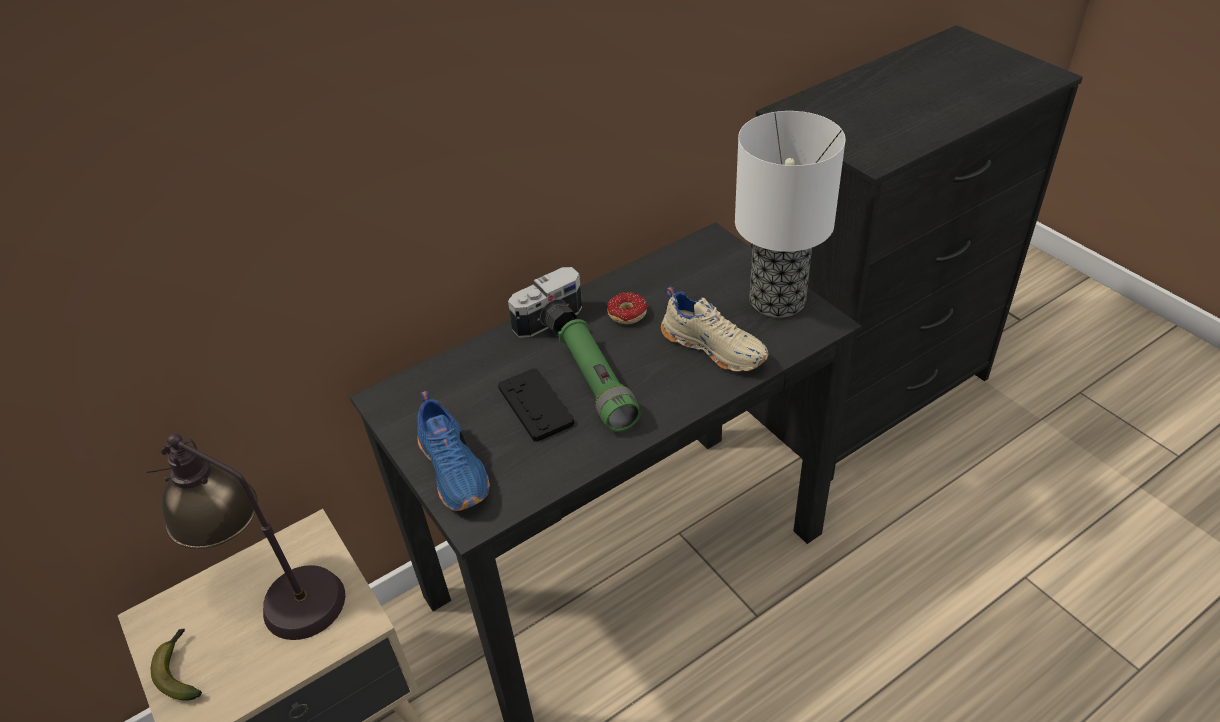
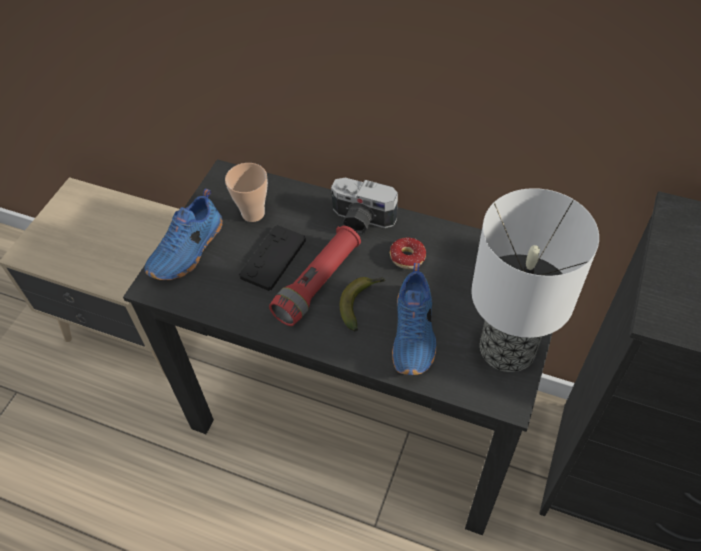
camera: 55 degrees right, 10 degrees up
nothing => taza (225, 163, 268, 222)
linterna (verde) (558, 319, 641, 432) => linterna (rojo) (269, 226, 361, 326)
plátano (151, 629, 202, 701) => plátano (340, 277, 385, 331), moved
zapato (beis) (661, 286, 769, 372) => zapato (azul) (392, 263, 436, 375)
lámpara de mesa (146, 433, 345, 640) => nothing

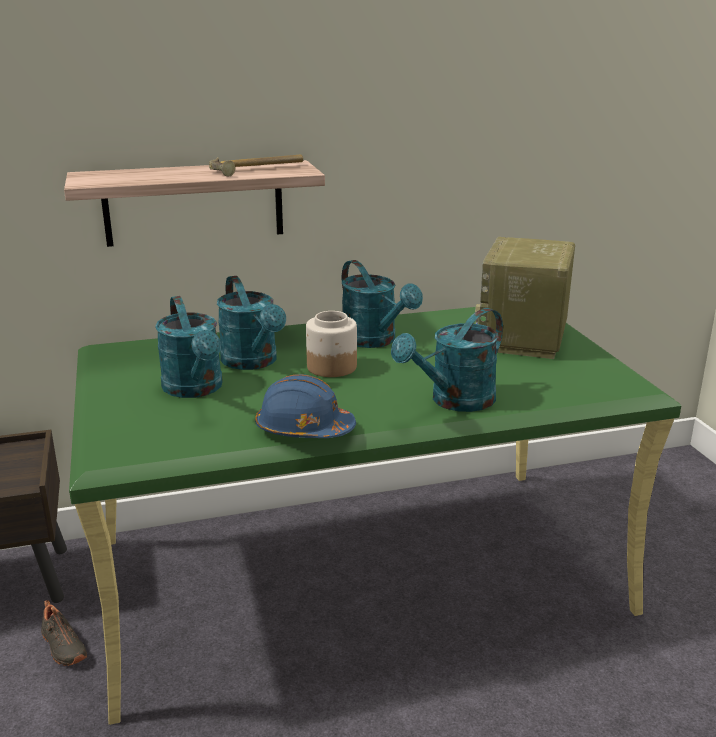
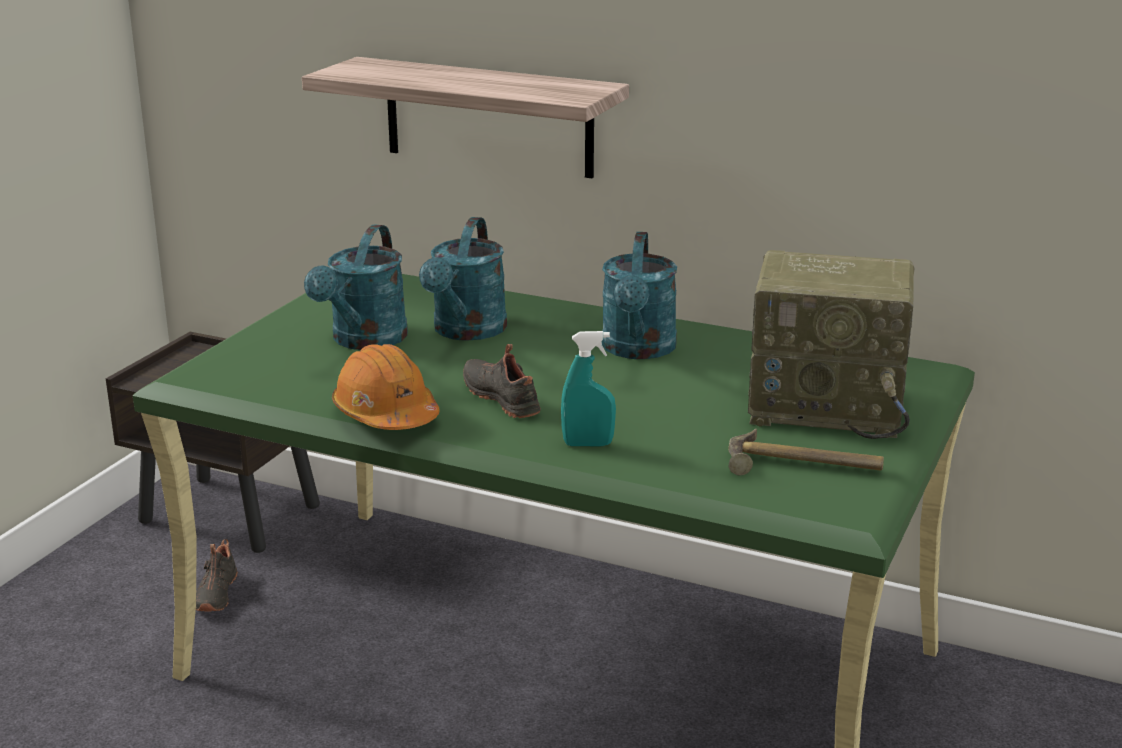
camera: 40 degrees right, 0 degrees up
casco (azul) (255, 374, 356, 438) => casco (naranja) (332, 344, 440, 430)
nothing => zapato (negro) (463, 344, 541, 418)
regadera (turquesa) (391, 308, 503, 412) => pulverizador (turquesa) (561, 331, 616, 446)
martillo (209, 155, 303, 177) => martillo (728, 429, 884, 475), moved
radio (475, 237, 575, 359) => radio (748, 250, 915, 439), 135 degrees counterclockwise
tarro (306, 311, 357, 377) => nothing

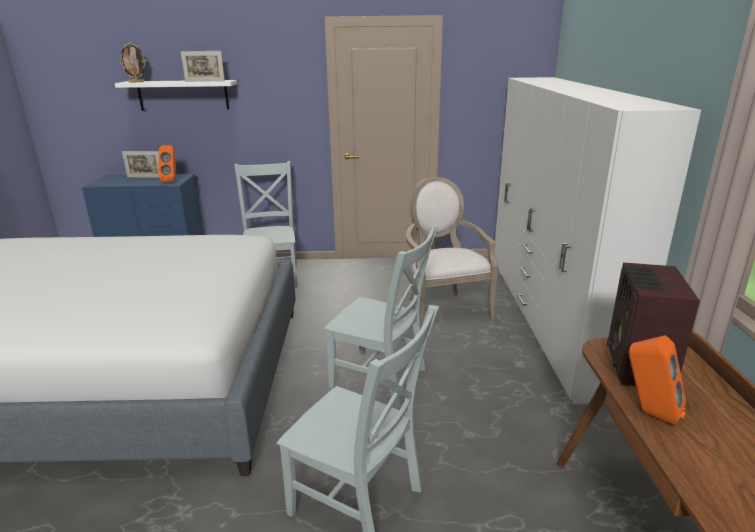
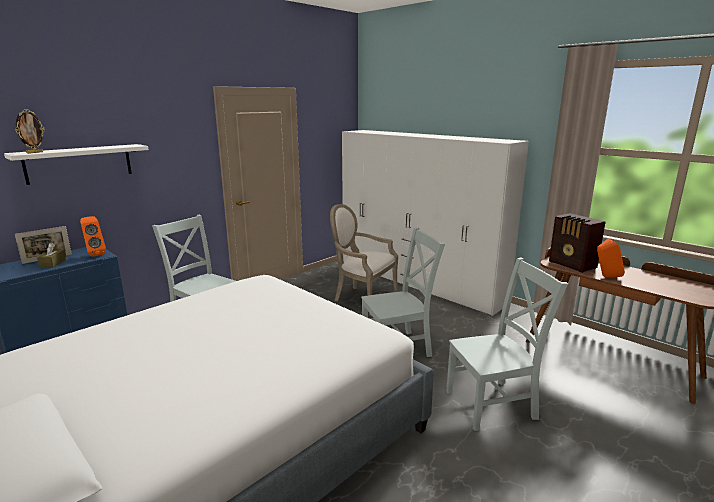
camera: 45 degrees left, 5 degrees down
nothing => caja de pañuelos (marrón) (37, 243, 67, 268)
portarretratos (180, 51, 225, 82) => nothing

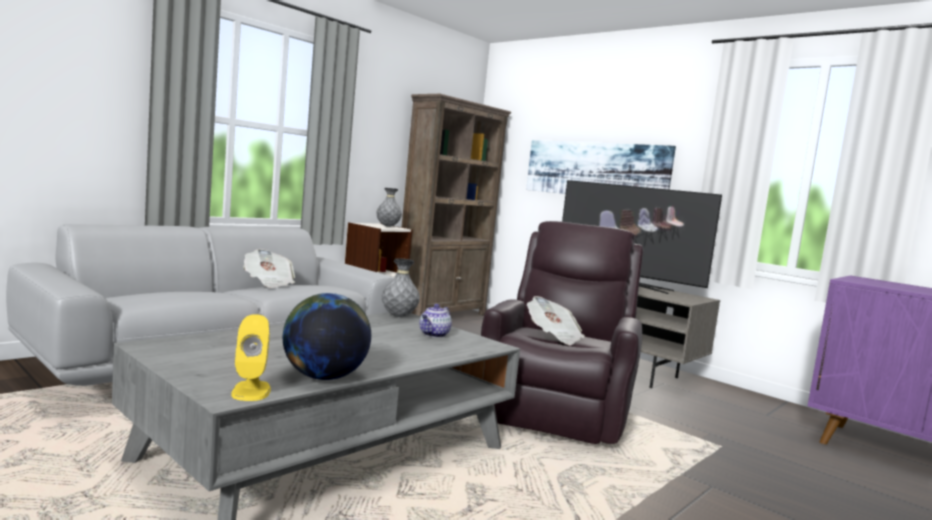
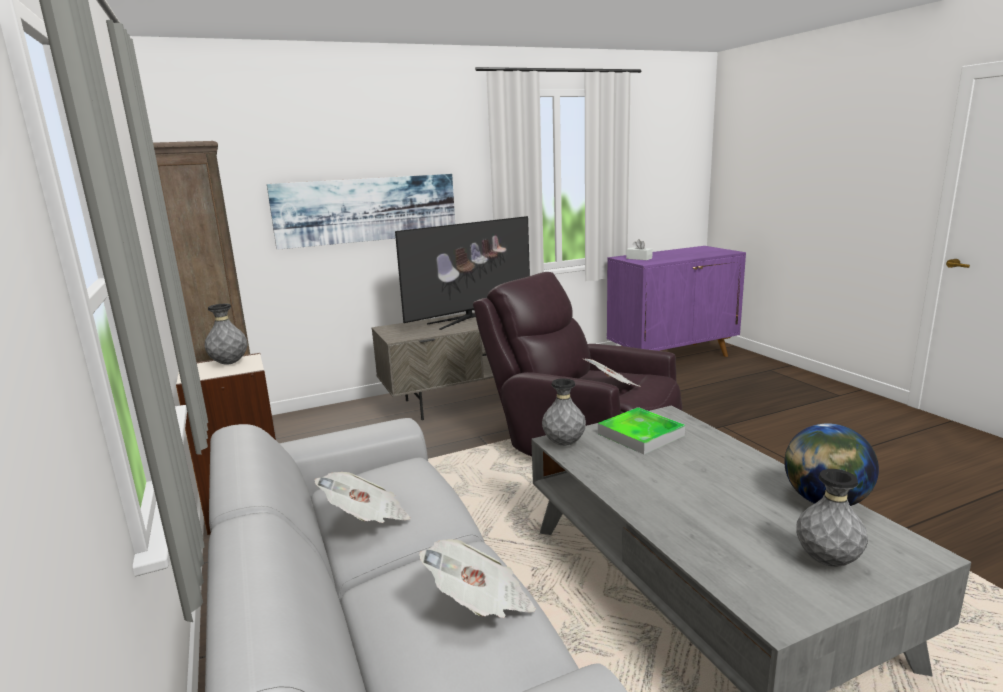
camera: 65 degrees left, 10 degrees up
nothing => periódico (419, 539, 536, 618)
tetera (419, 304, 452, 338) => bandeja (598, 407, 685, 454)
nothing => caja de pañuelos (blanco) (626, 239, 653, 260)
nothing => florero (gris) (796, 469, 868, 567)
altavoz (amarillo) (231, 314, 271, 401) => nothing

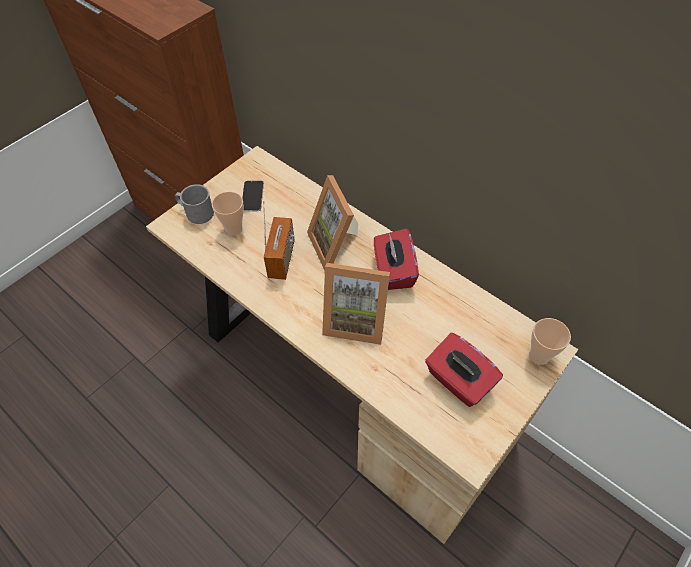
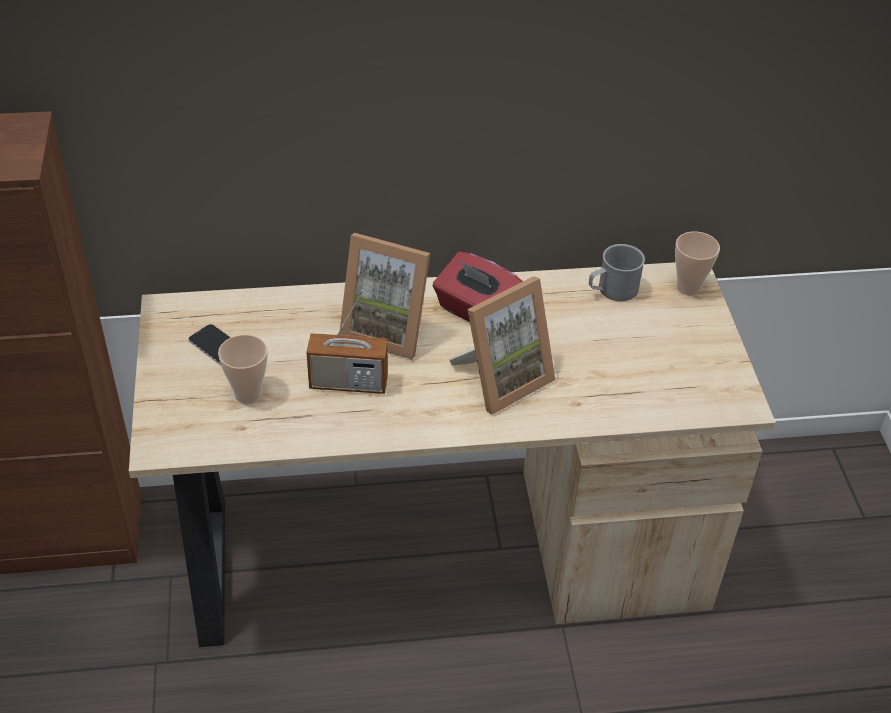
camera: 50 degrees left, 10 degrees down
radio (263, 201, 295, 280) => radio (306, 290, 388, 394), 135 degrees clockwise
taza grande (gris) (175, 184, 214, 224) => taza grande (gris) (589, 244, 645, 301), moved
caja de pañuelos (rojo) (425, 333, 503, 407) => nothing

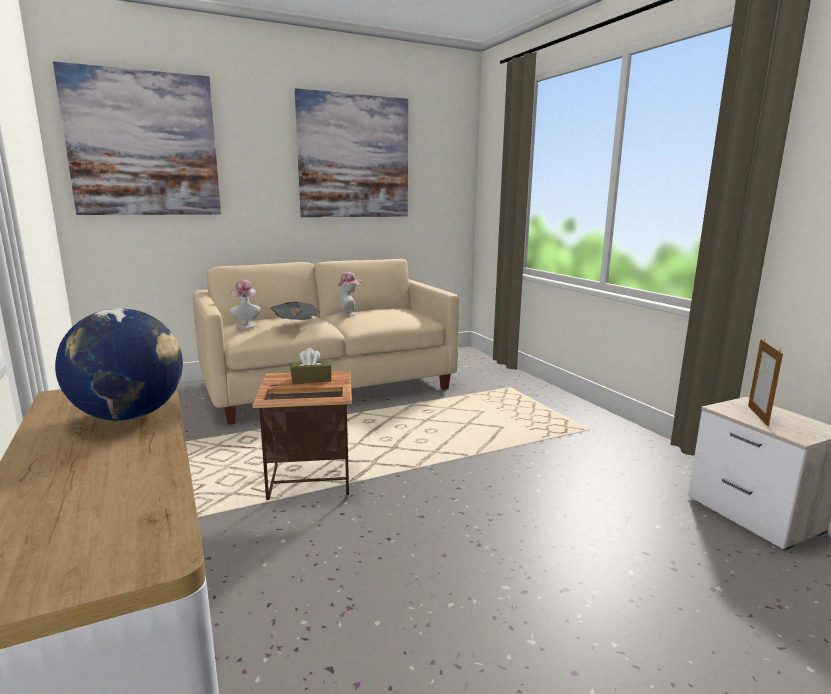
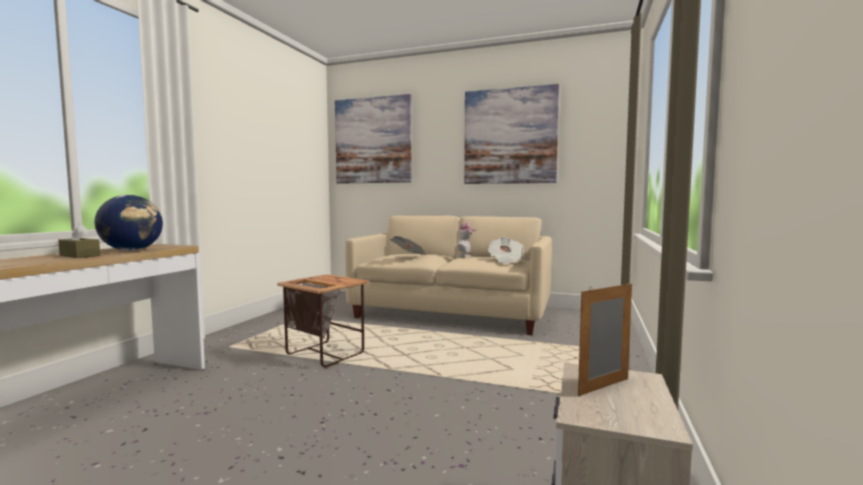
camera: 45 degrees right, 10 degrees down
caja de pañuelos (marrón) (291, 348, 331, 384) => caja de pañuelos (marrón) (58, 224, 100, 258), moved
nothing => periódico (487, 237, 524, 264)
sombrero (230, 280, 261, 329) => nothing

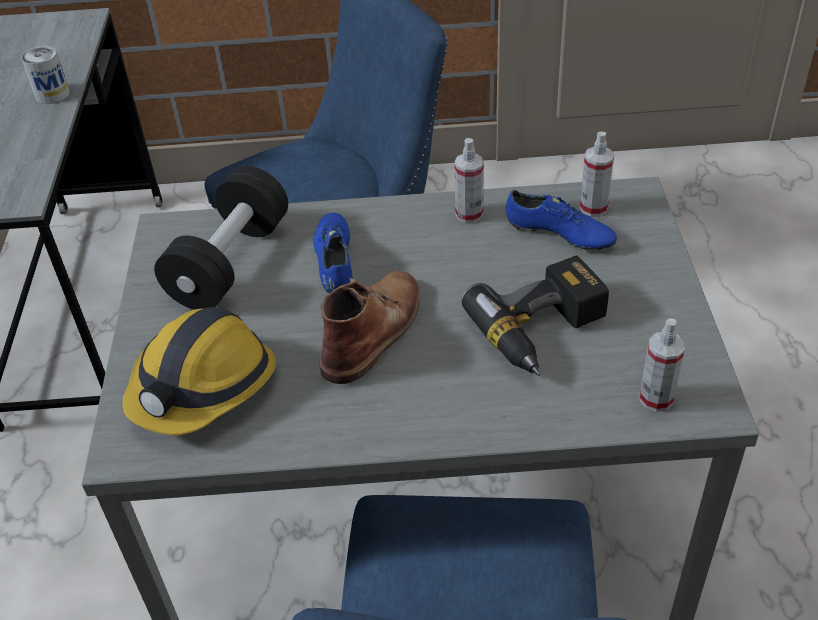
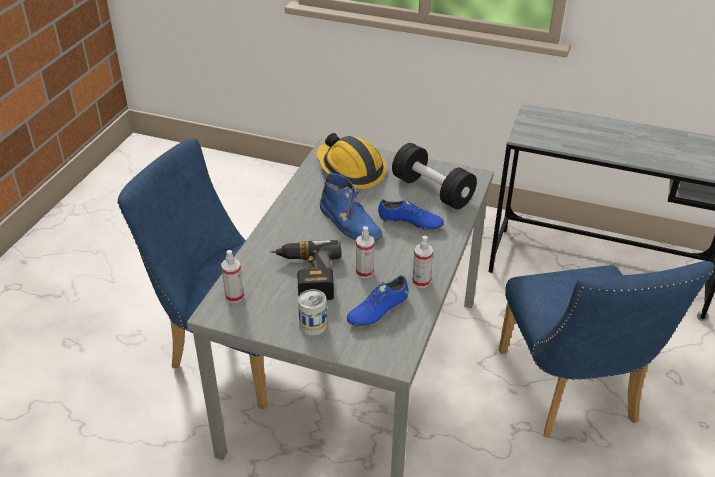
camera: 110 degrees right, 5 degrees down
lata (21, 46, 70, 104) => lata (298, 289, 327, 336), moved
bota (marrón) (319, 271, 420, 384) => bota (azul) (320, 173, 383, 241)
pulverizador (580, 132, 614, 216) => pulverizador (356, 226, 374, 278), moved

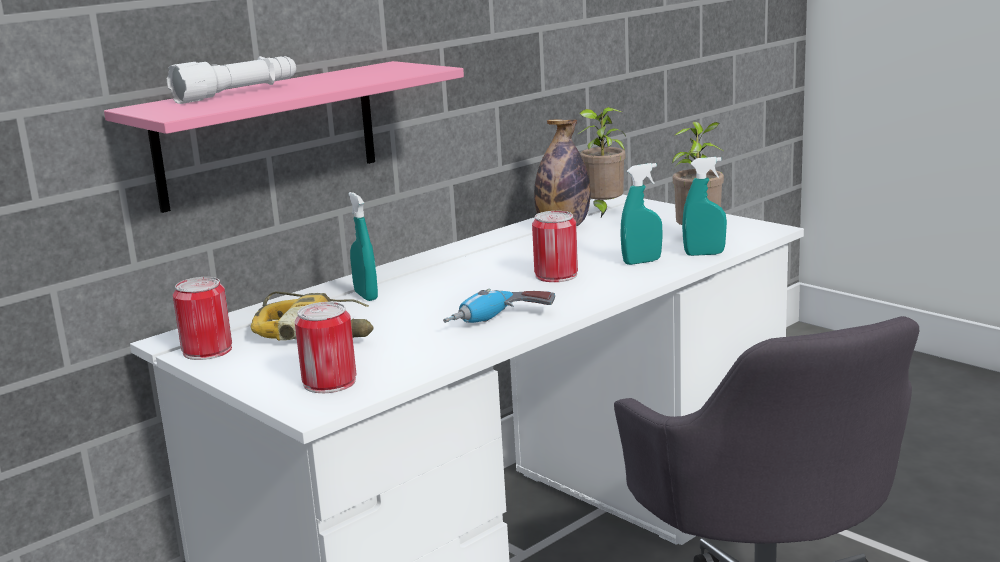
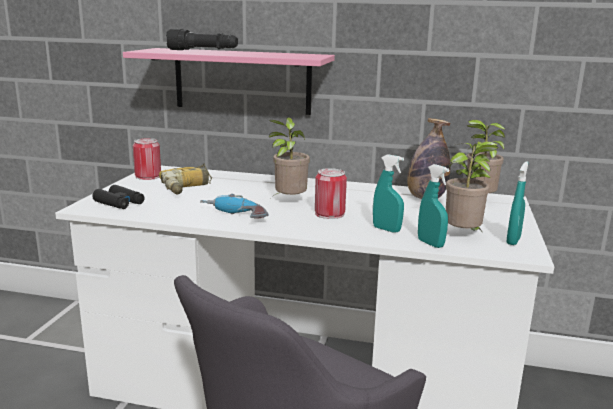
camera: 55 degrees right, 0 degrees up
lata (295, 302, 356, 393) => prismáticos (negro) (92, 185, 145, 209)
linterna (blanco) (167, 56, 296, 104) => linterna (negro) (166, 29, 238, 50)
nothing => planta en maceta (269, 117, 310, 198)
pulverizador (turquesa) (348, 192, 378, 301) => pulverizador (turquesa) (506, 161, 528, 245), moved

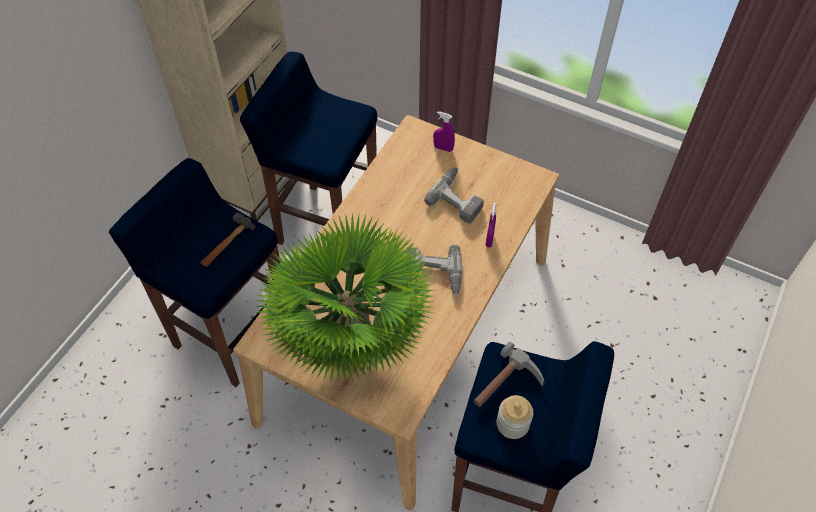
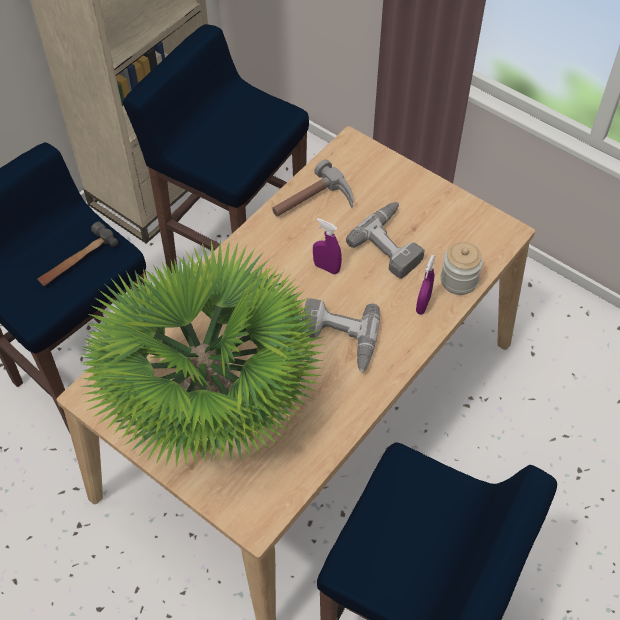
camera: 10 degrees right, 0 degrees up
martillo (474, 342, 544, 407) => martillo (272, 159, 353, 217), moved
pulverizador (morado) (433, 111, 455, 152) => pulverizador (morado) (313, 218, 342, 274), moved
tarro (497, 395, 533, 439) => tarro (441, 242, 483, 295), moved

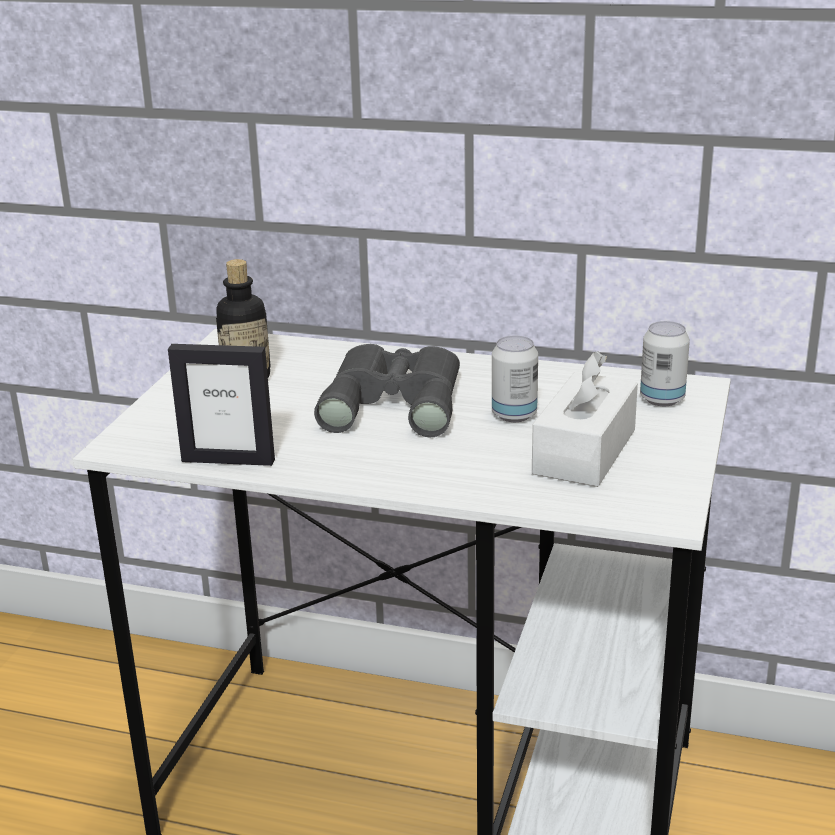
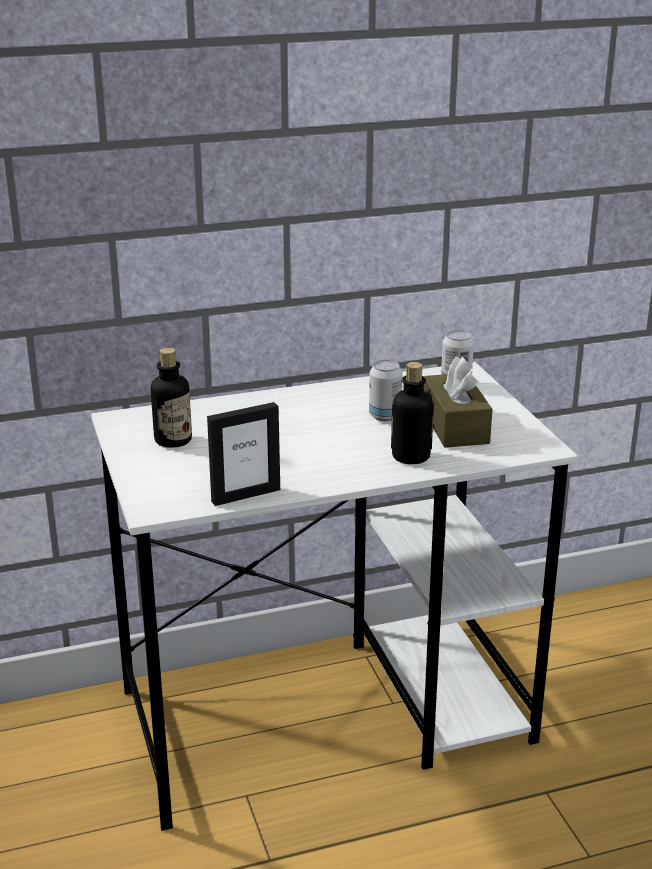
camera: 35 degrees left, 0 degrees up
nothing => botella (391, 362, 434, 464)
caja de pañuelos (blanco) (532, 351, 638, 487) => caja de pañuelos (marrón) (424, 357, 493, 448)
prismáticos (gris) (314, 344, 460, 438) => nothing

